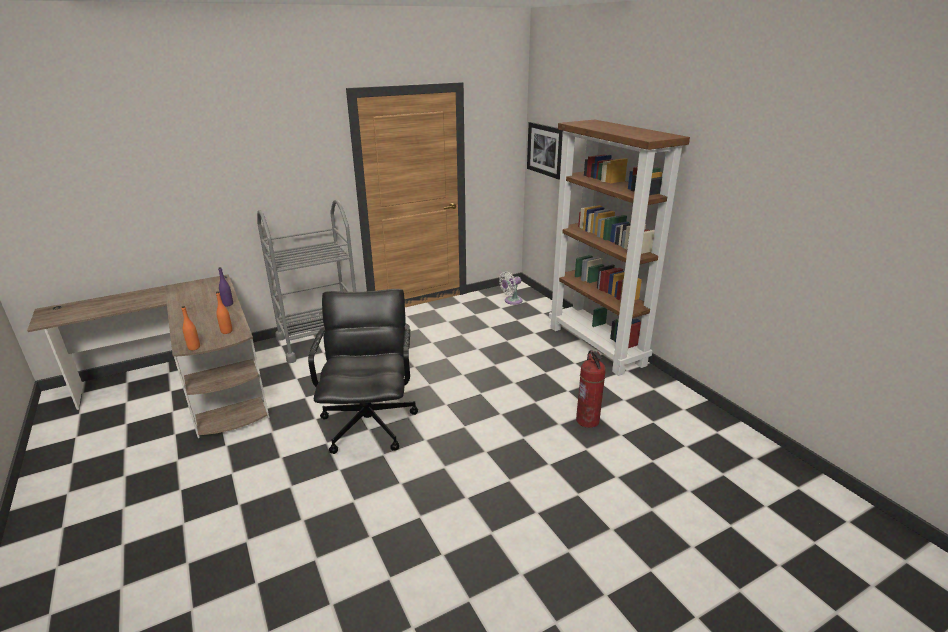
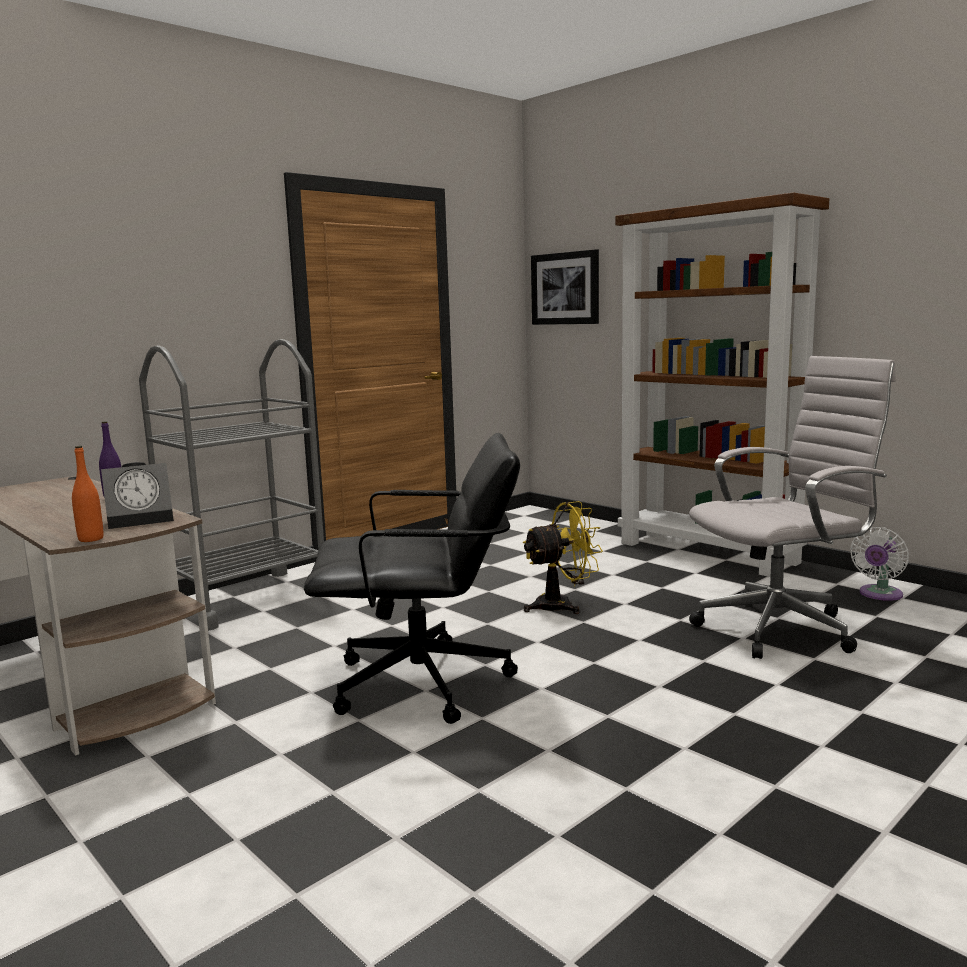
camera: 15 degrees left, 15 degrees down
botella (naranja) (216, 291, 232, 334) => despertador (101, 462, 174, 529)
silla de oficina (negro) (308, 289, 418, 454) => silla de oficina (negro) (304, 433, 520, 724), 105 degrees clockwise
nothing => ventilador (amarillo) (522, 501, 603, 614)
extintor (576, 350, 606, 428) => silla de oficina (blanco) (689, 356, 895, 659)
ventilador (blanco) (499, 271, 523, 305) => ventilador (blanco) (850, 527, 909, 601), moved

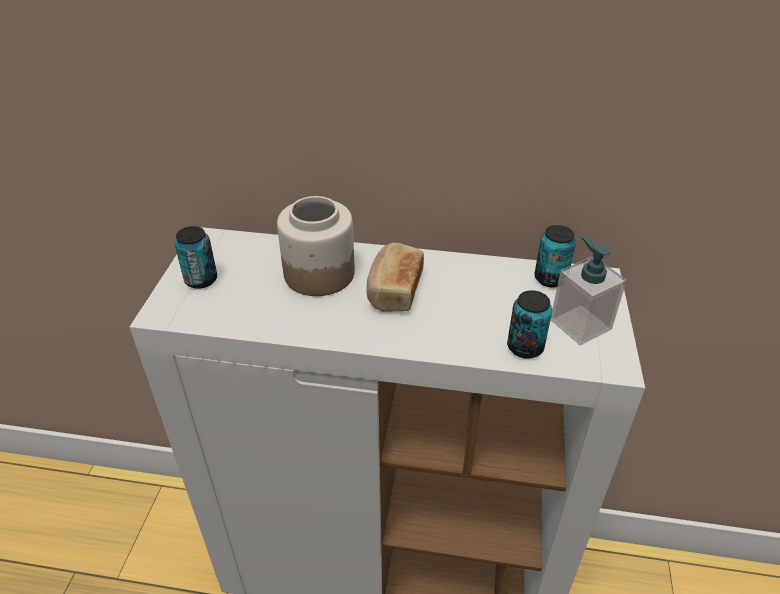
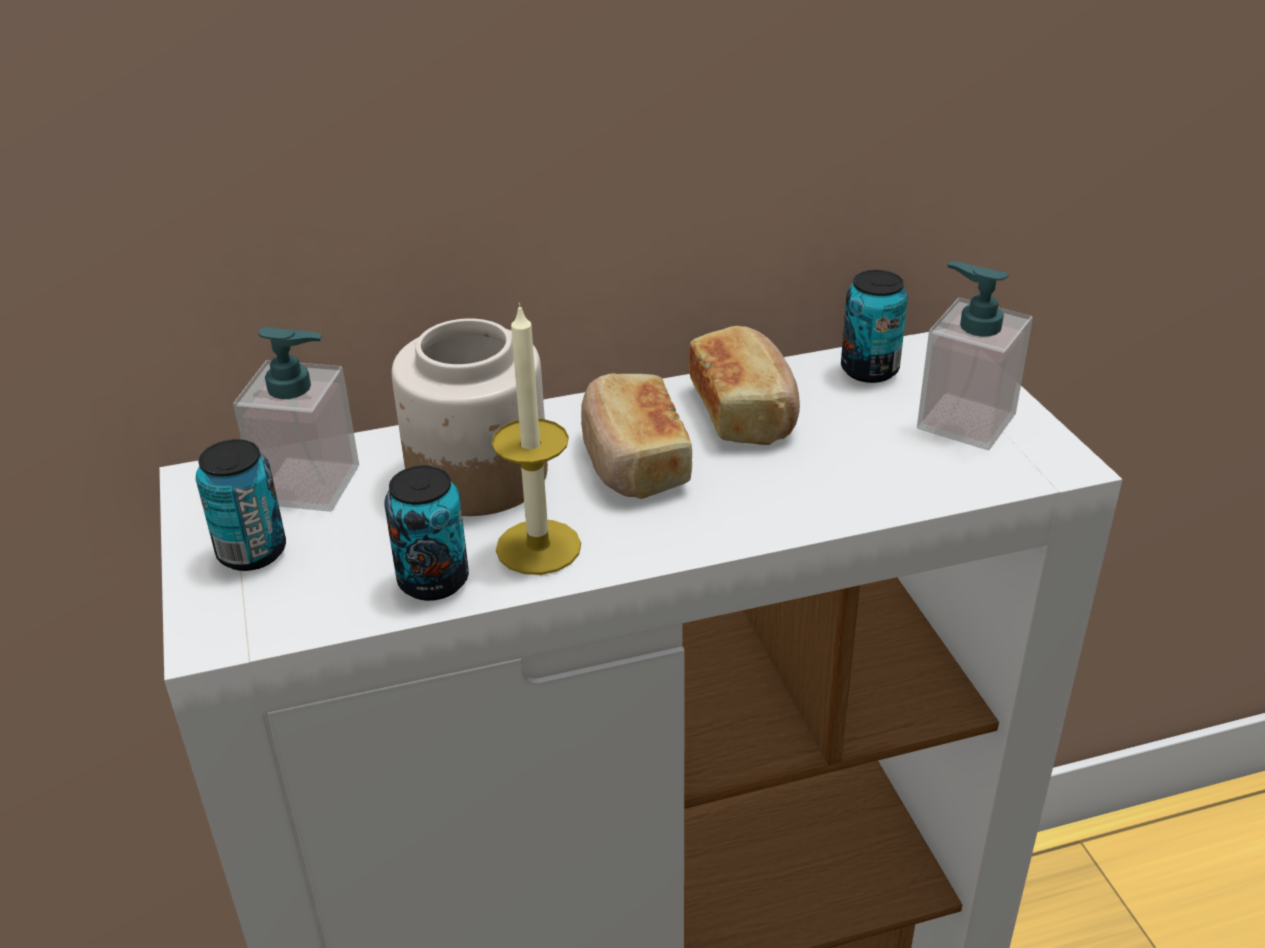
camera: 25 degrees left, 5 degrees down
nothing => dispensador de jabón (233, 327, 359, 512)
lata (507, 290, 552, 359) => lata (384, 465, 469, 601), moved
nothing => vela (492, 303, 581, 575)
nothing => pan (689, 326, 800, 445)

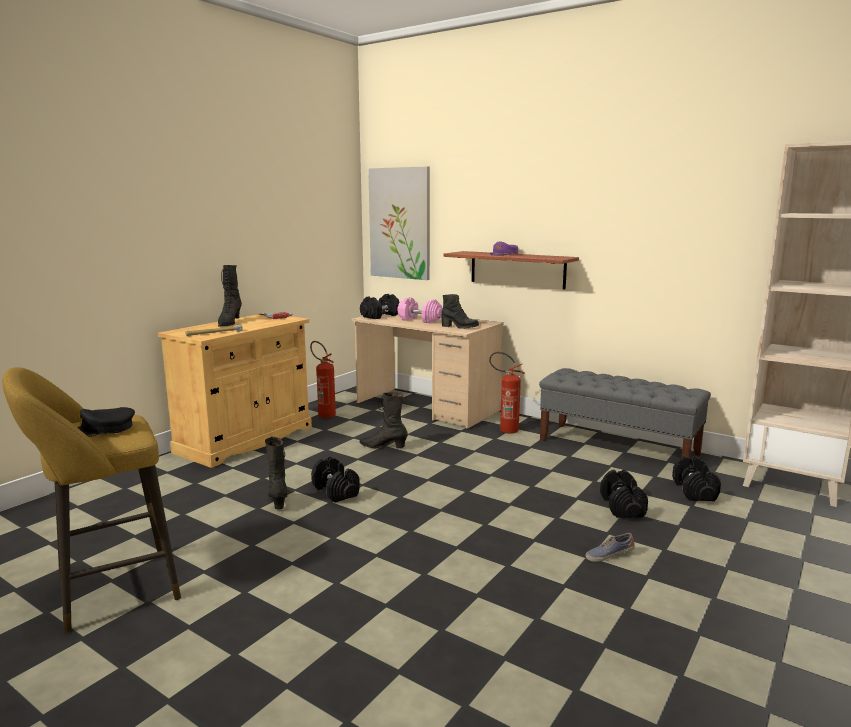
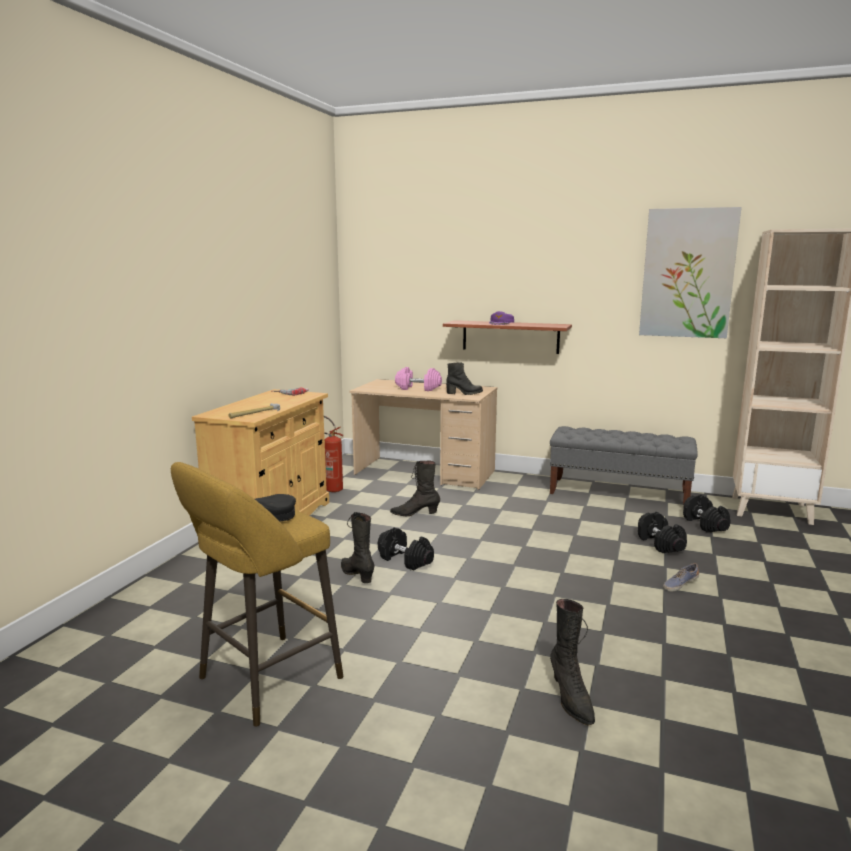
camera: 15 degrees left, 0 degrees up
bota (negro) (218, 265, 242, 326) => bota (negro) (550, 599, 595, 725), moved
cuadro (368, 166, 430, 280) => cuadro (639, 207, 742, 338), moved
mancuerna (negro) (360, 294, 400, 319) => nothing
extintor (489, 352, 524, 434) => nothing

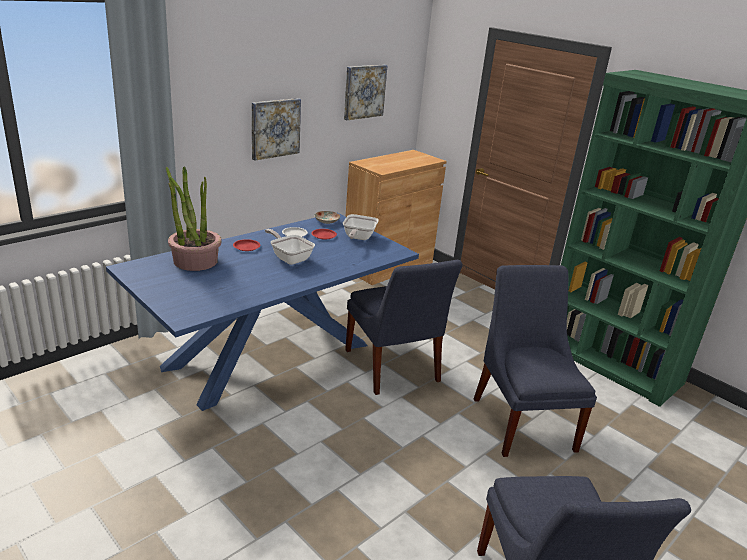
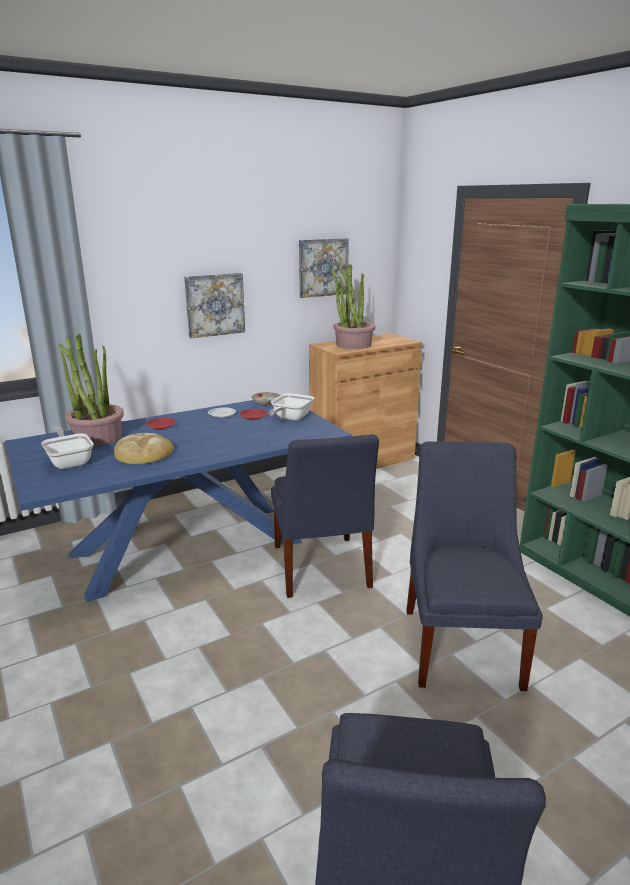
camera: 15 degrees right, 5 degrees down
sartén (265, 229, 315, 265) => sartén (41, 427, 93, 469), moved
nothing => pan (114, 433, 174, 464)
nothing => planta en maceta (331, 264, 375, 349)

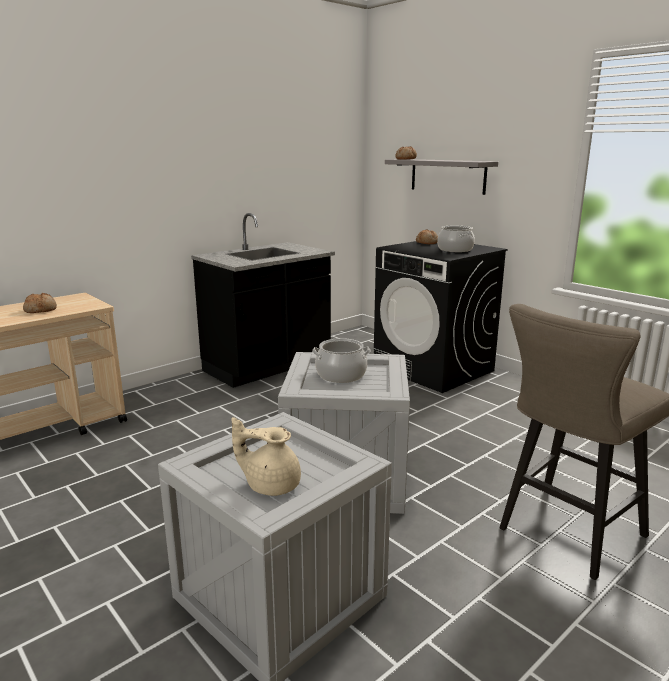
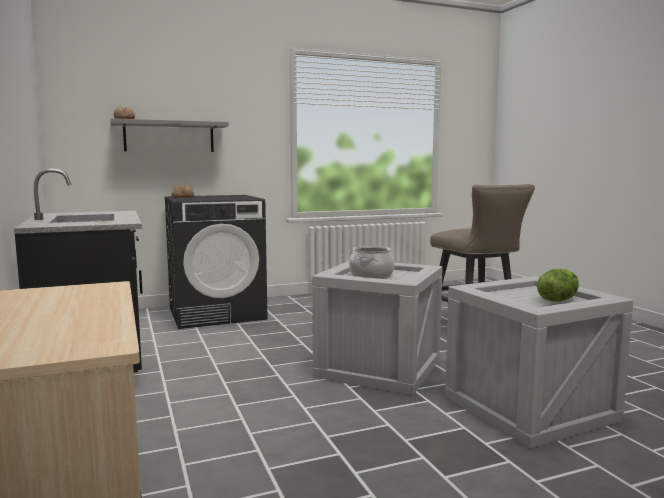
camera: 70 degrees left, 10 degrees down
tetera (beis) (231, 417, 301, 496) => lechuga (537, 269, 579, 301)
pan (23, 293, 57, 313) => nothing
olla (437, 226, 475, 253) => nothing

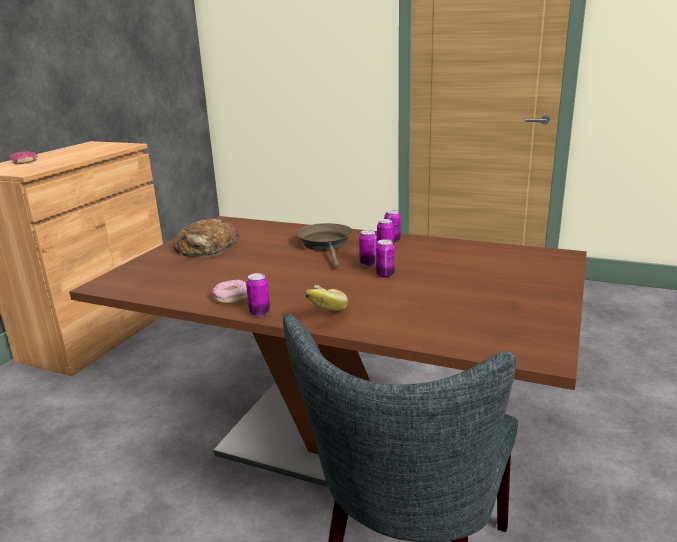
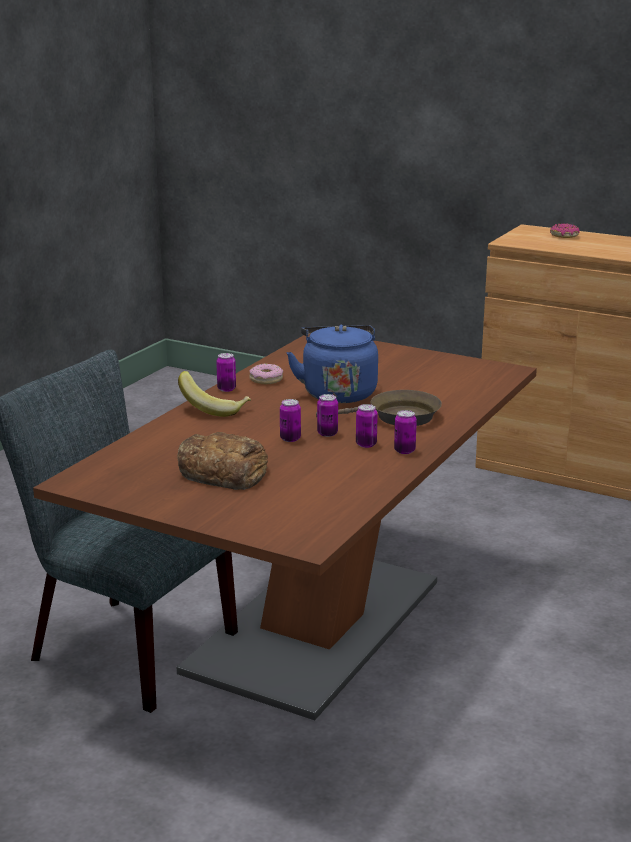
camera: 95 degrees right, 0 degrees up
pan (173, 217, 239, 257) => pan (178, 432, 268, 490), moved
nothing => hervidor (azul) (286, 325, 378, 403)

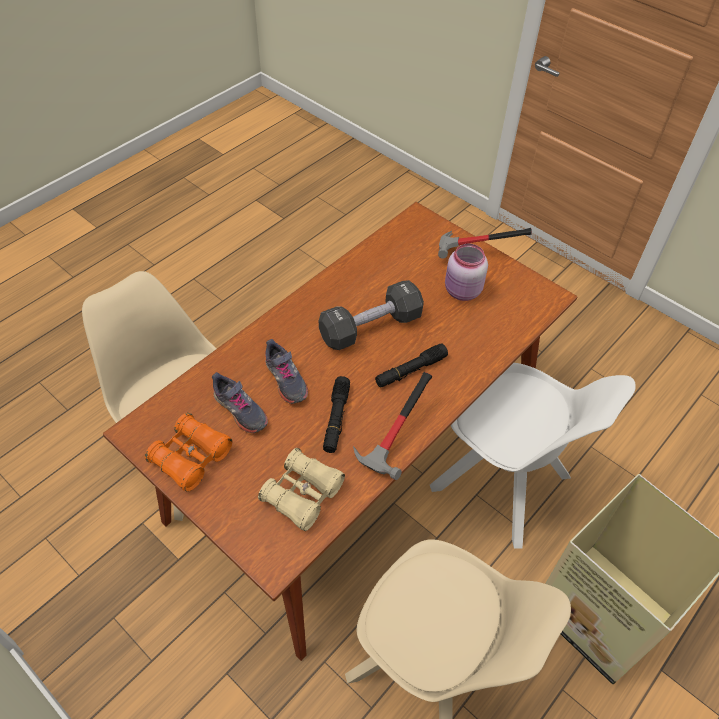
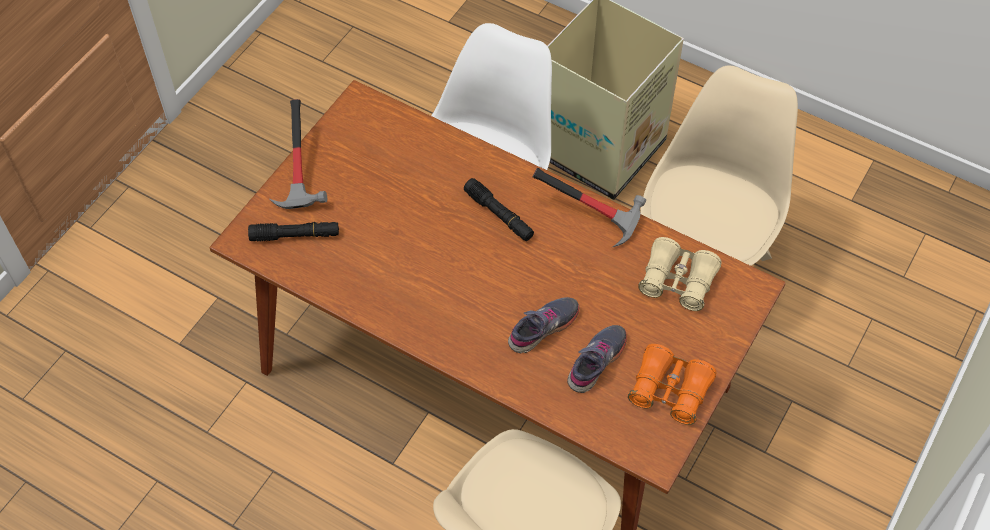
camera: 100 degrees left, 5 degrees up
linterna (negro) (323, 376, 350, 453) => linterna (negro) (248, 222, 339, 242), moved
mancuerna (negro) (319, 280, 424, 350) => nothing
tarro (rosa) (445, 244, 488, 301) => nothing

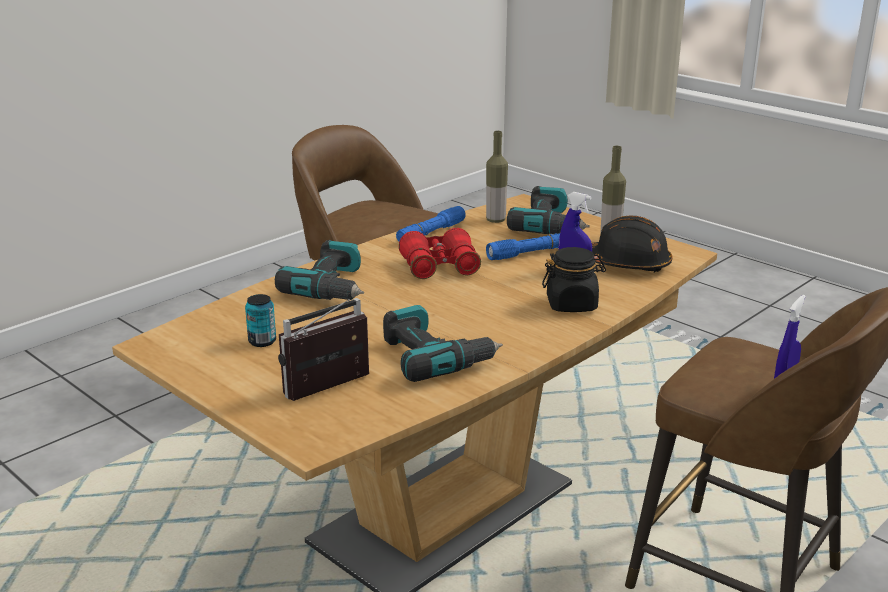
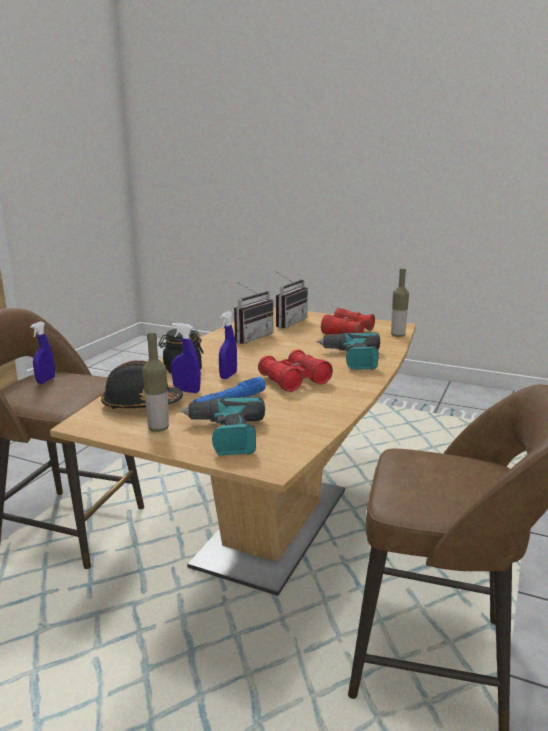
camera: 160 degrees right, 5 degrees down
nothing => pulverizador (azul) (219, 311, 237, 379)
taladro (383, 305, 503, 382) => radio (234, 281, 274, 344)
lata (245, 294, 276, 347) => prismáticos (rojo) (321, 308, 375, 335)
botella (486, 131, 508, 223) => botella (391, 269, 409, 337), moved
linterna (azul) (396, 206, 466, 241) => nothing

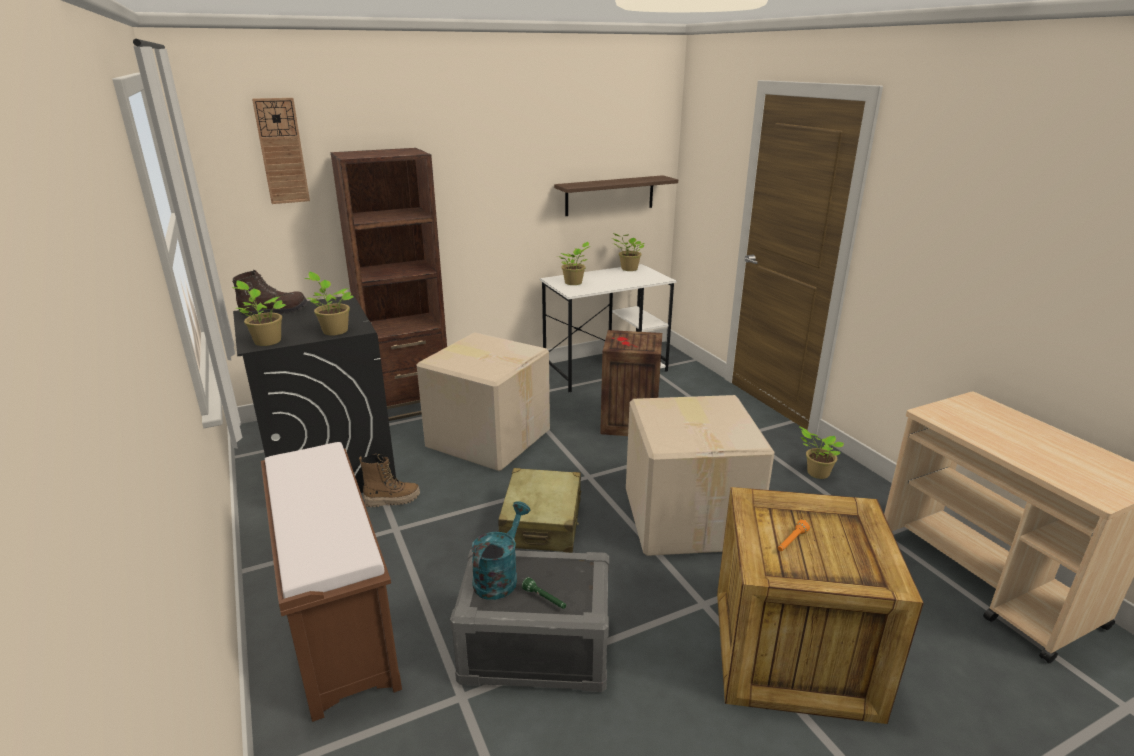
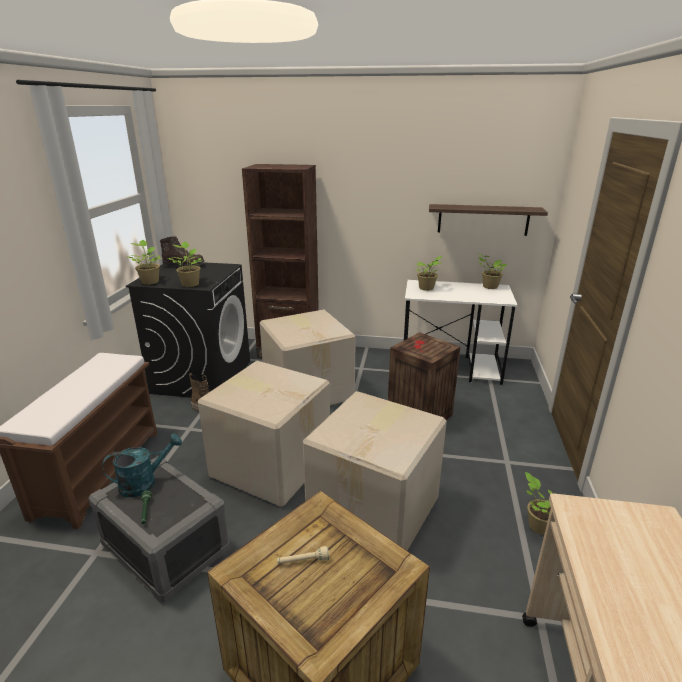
camera: 35 degrees right, 0 degrees up
maleta (beis) (499, 468, 581, 553) => caja de cartón (198, 361, 330, 507)
linterna (naranja) (778, 519, 810, 551) => linterna (beis) (277, 546, 329, 564)
reloj de pared (252, 98, 310, 204) => nothing

